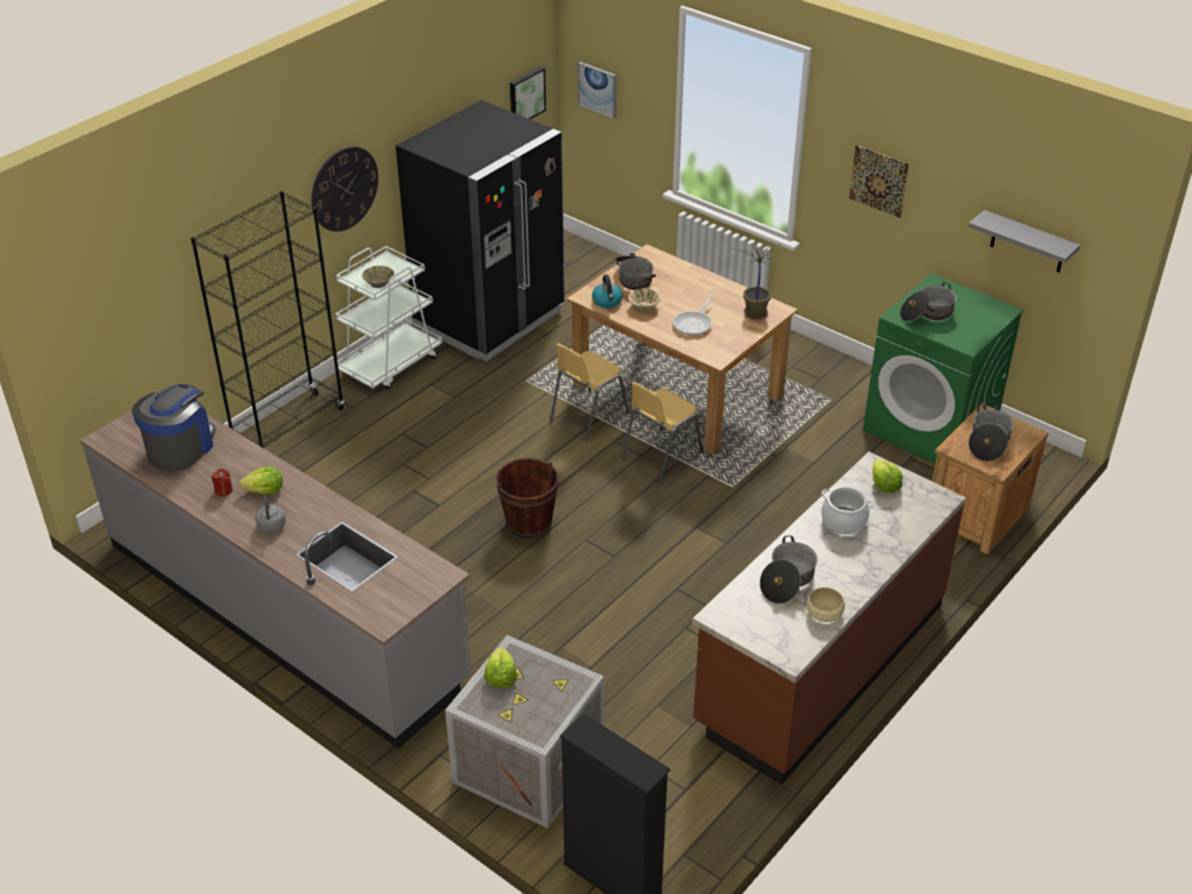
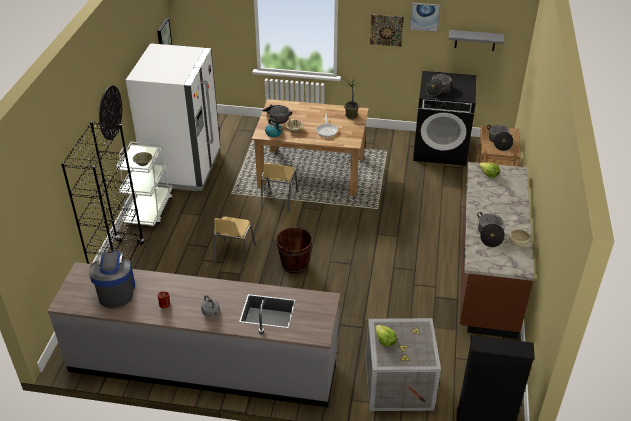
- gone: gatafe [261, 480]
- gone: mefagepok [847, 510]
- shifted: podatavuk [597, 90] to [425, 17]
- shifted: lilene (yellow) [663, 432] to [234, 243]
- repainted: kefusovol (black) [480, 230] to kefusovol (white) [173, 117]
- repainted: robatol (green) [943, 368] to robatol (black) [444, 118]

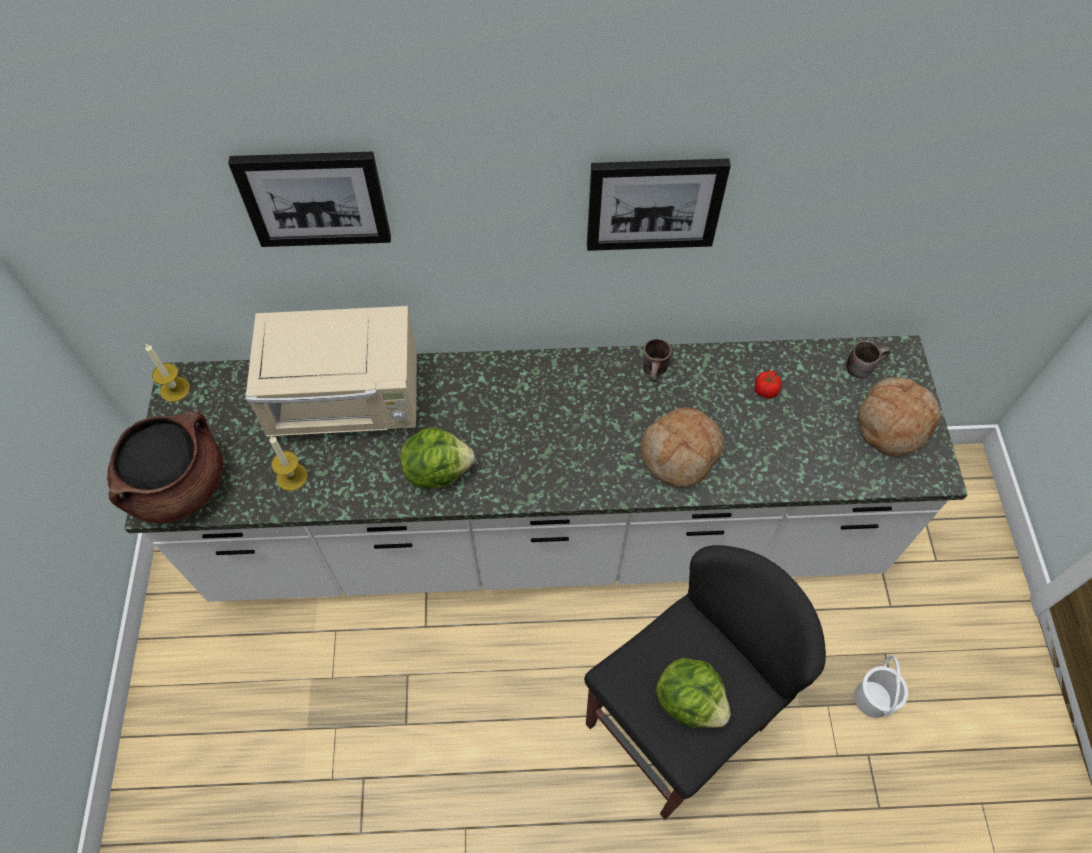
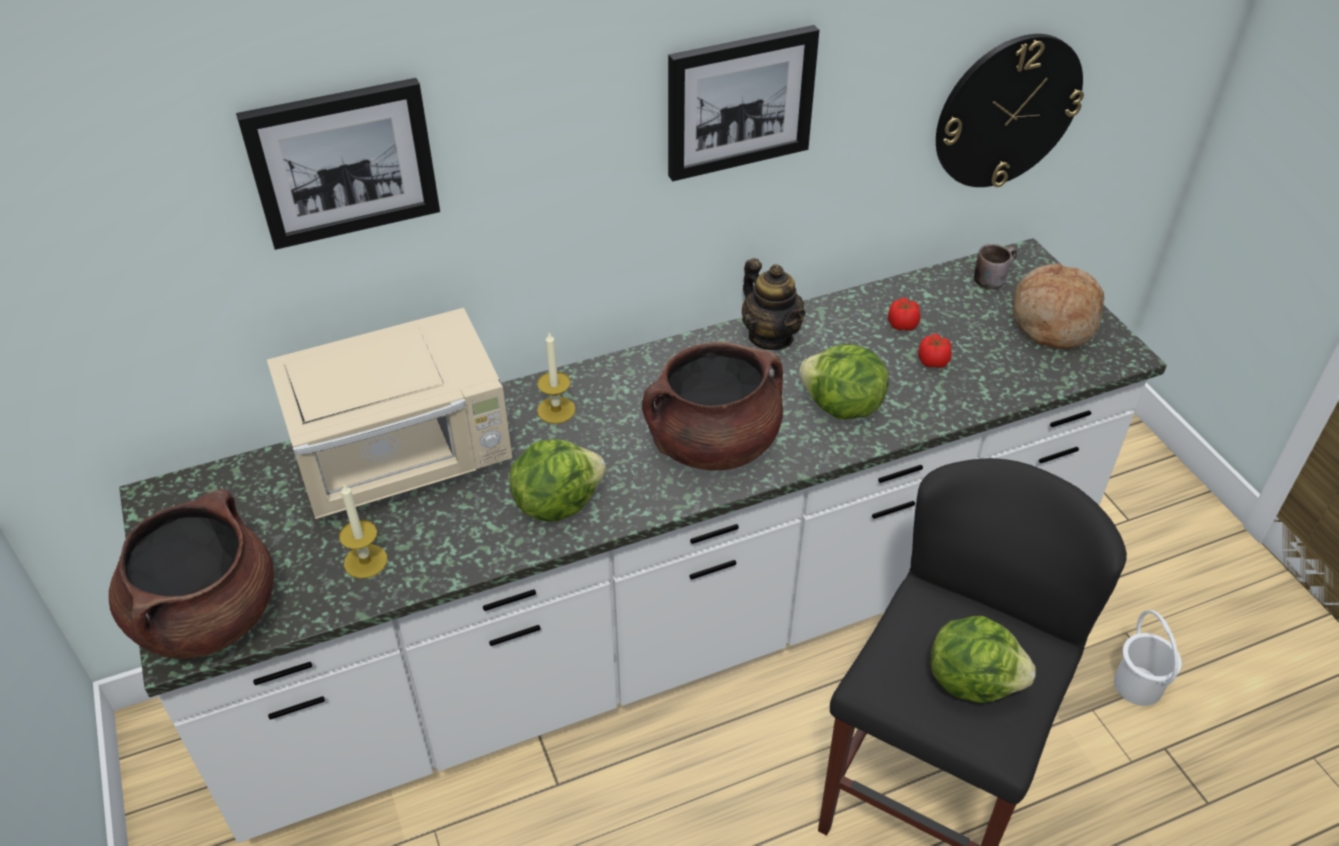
- new: mefagepok (brown) [712, 406]
- new: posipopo [935, 351]
- new: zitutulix [1010, 110]
- shifted: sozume [167, 373] to [556, 377]
- swapped: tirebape [682, 447] to gatafe [844, 381]
- swapped: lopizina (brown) [657, 360] to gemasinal [774, 304]

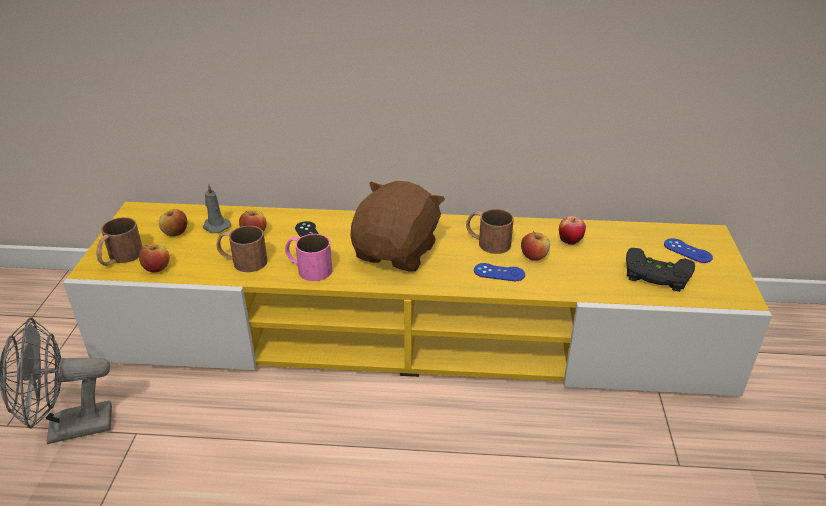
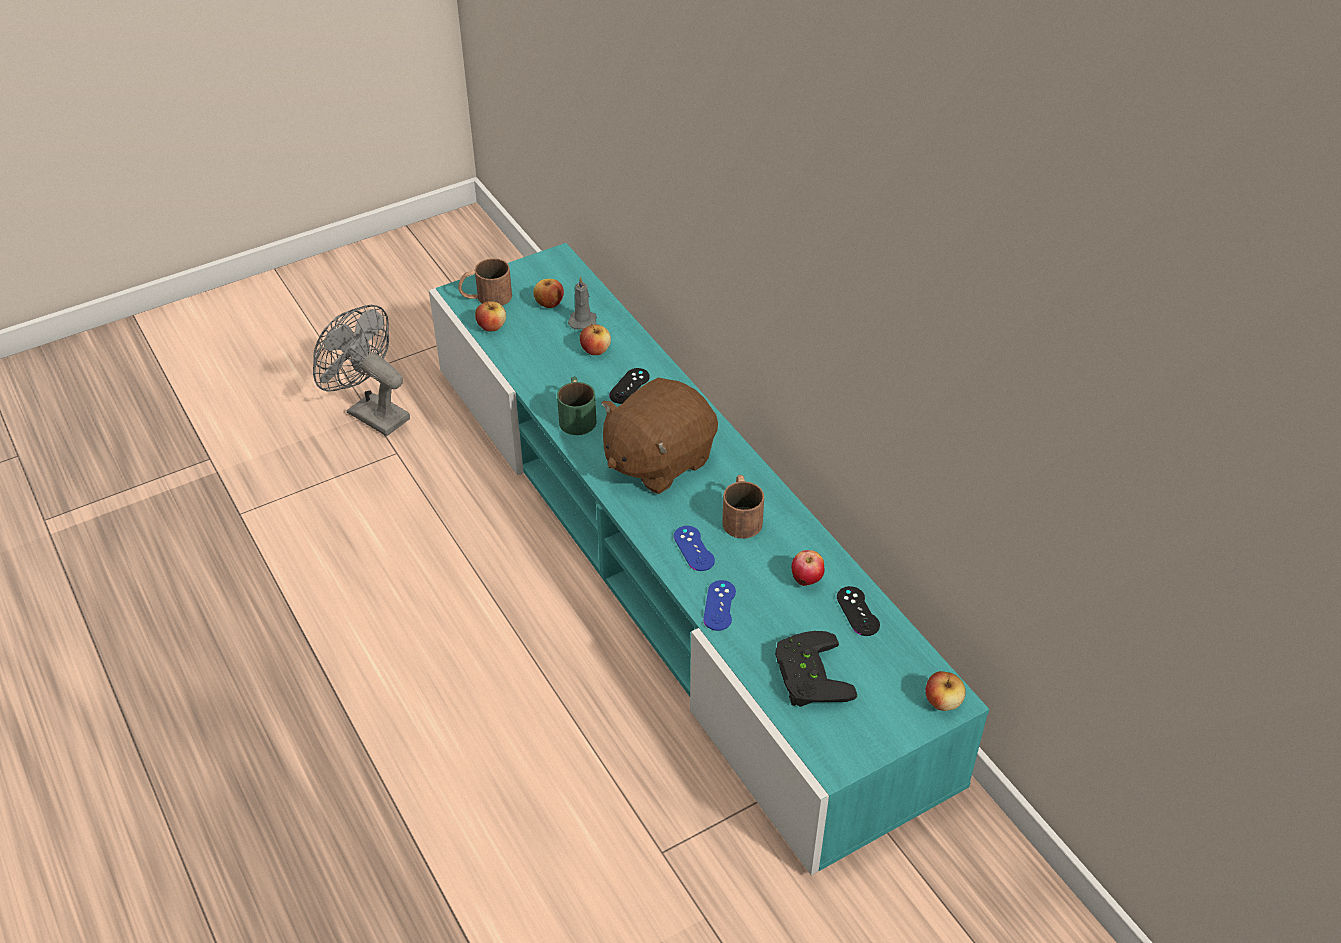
- gone: lopizina (brown) [242, 249]
- new: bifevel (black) [858, 611]
- shifted: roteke [535, 245] to [946, 691]
- shifted: bifevel (blue) [688, 250] to [719, 605]
- repainted: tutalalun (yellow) [417, 299] to tutalalun (turquoise) [709, 559]
- repainted: lopizina (pink) [308, 257] to lopizina (green) [577, 406]
- rotated: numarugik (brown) [398, 226] = [660, 435] 150 degrees clockwise

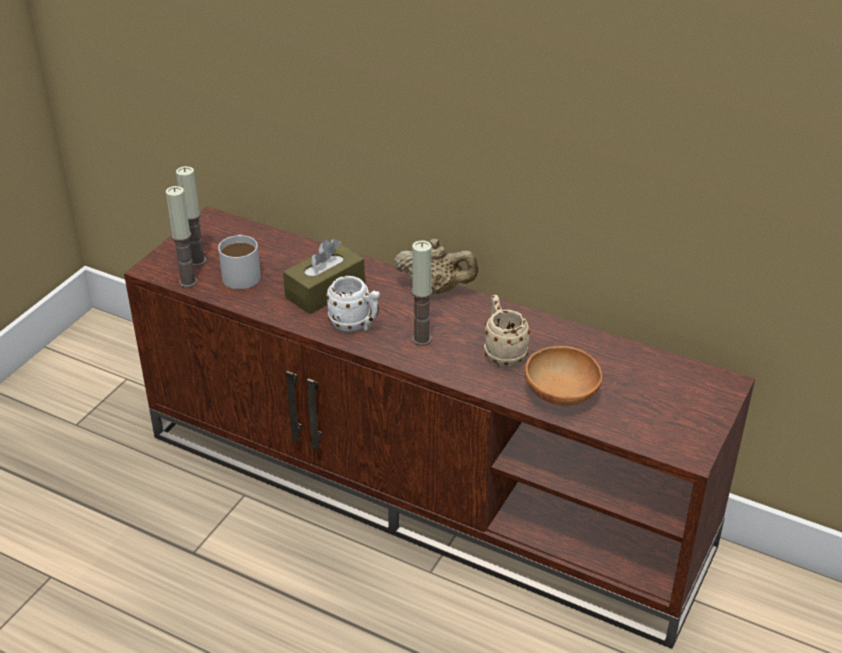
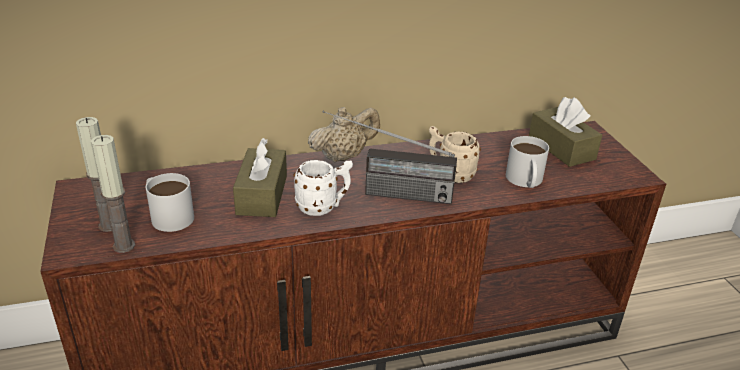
- new: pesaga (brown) [565, 132]
- swapped: sozume [421, 293] to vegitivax [389, 157]
- swapped: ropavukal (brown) [563, 376] to lopizina (white) [527, 162]

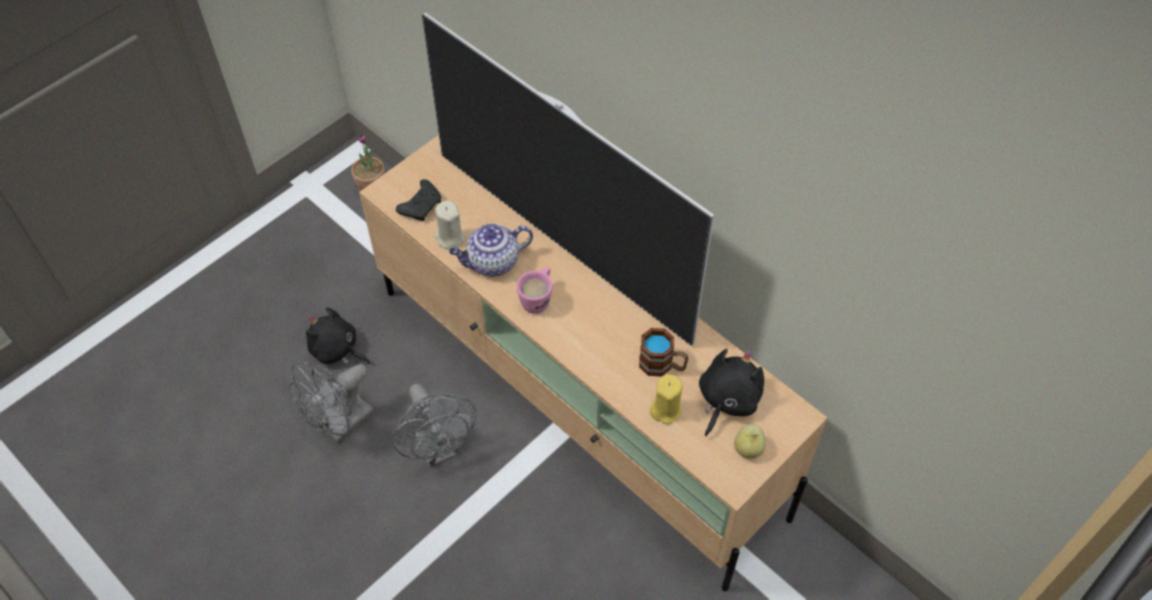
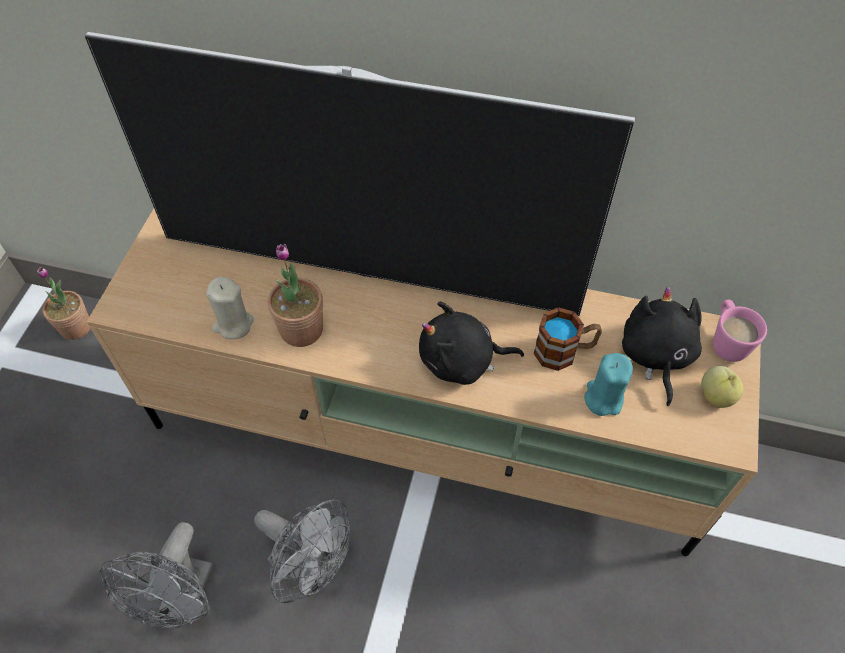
- gone: bifevel (black) [418, 200]
- shifted: numarugik (black) [338, 335] to [471, 343]
- shifted: lopizina (pink) [534, 290] to [740, 330]
- swapped: gemasinal [491, 250] to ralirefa [295, 295]
- repainted: sozume (yellow) [666, 399] to sozume (turquoise) [608, 384]

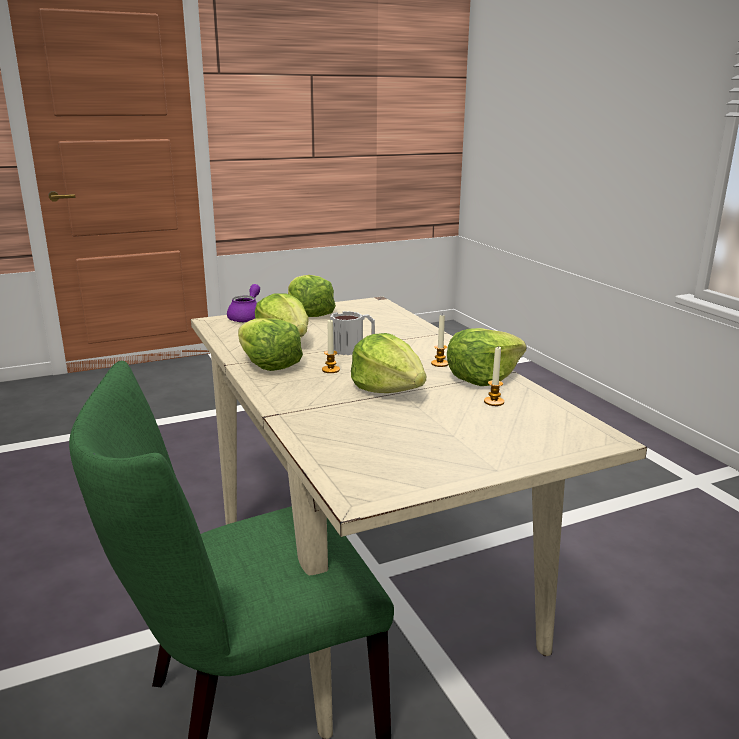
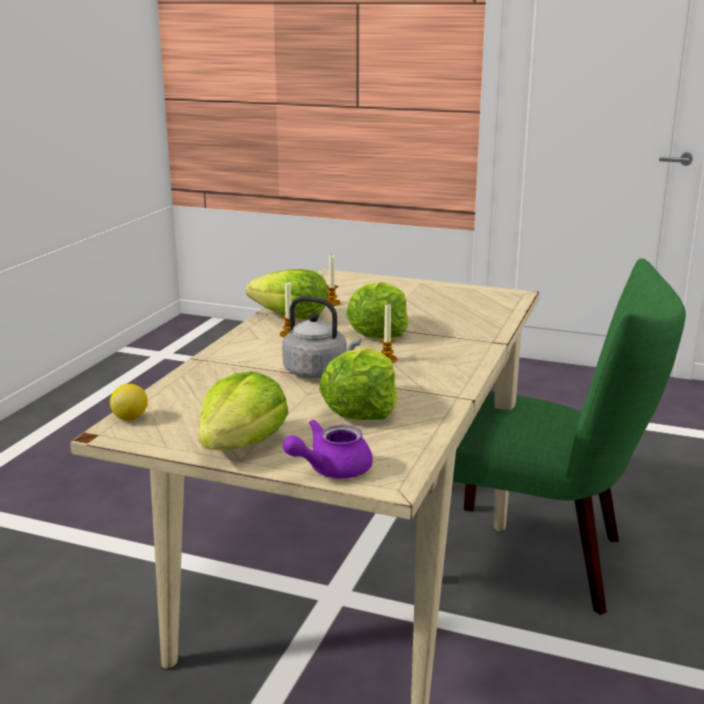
- gone: gatafe [270, 344]
- new: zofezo [129, 402]
- swapped: lopizina [352, 333] to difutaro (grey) [321, 337]

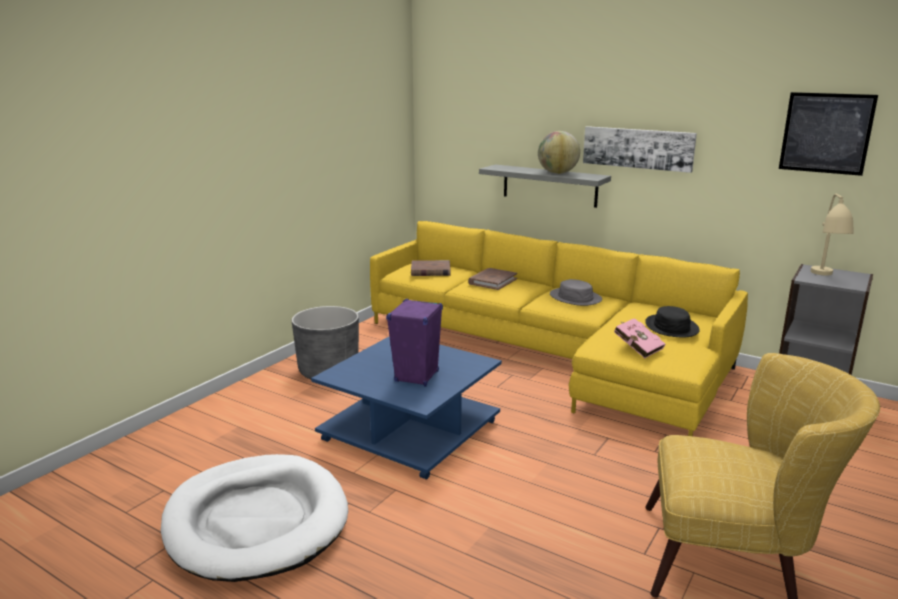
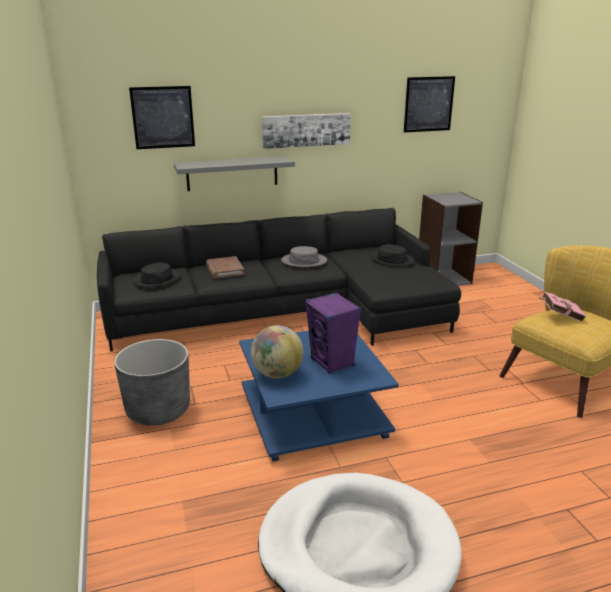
- gone: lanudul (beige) [832, 235]
- new: podatavuk [162, 117]
- shifted: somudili [559, 152] to [277, 352]
- shifted: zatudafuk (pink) [639, 338] to [563, 307]
- swapped: zatudafuk (brown) [430, 268] to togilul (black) [157, 274]
- repainted: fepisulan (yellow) [559, 328] to fepisulan (black) [279, 279]

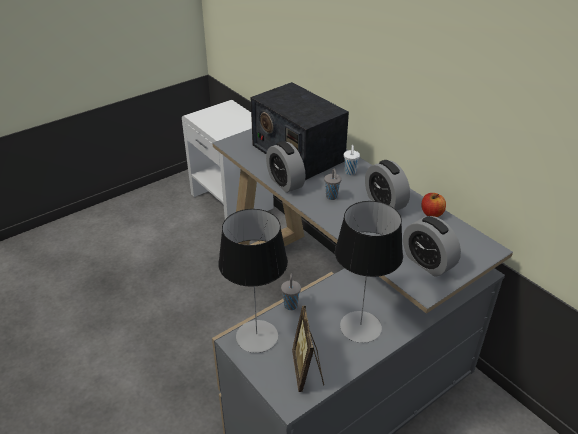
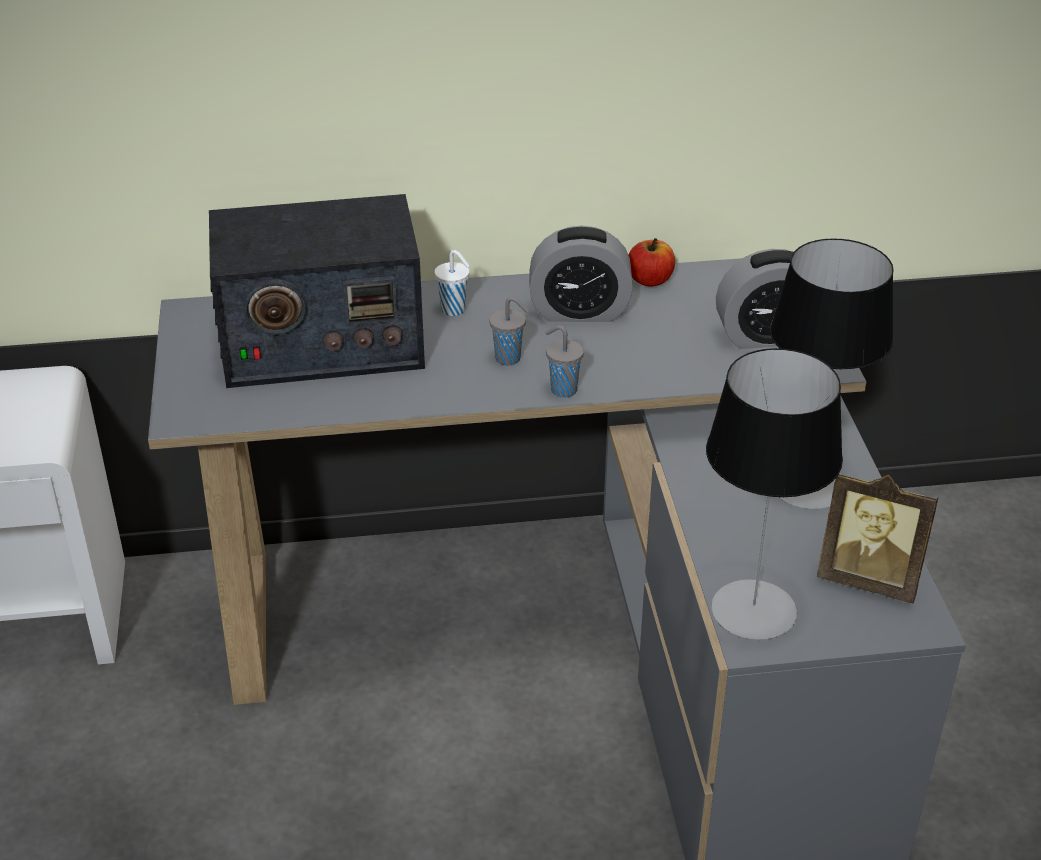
- gone: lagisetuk [286, 167]
- shifted: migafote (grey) [291, 291] to [565, 361]

